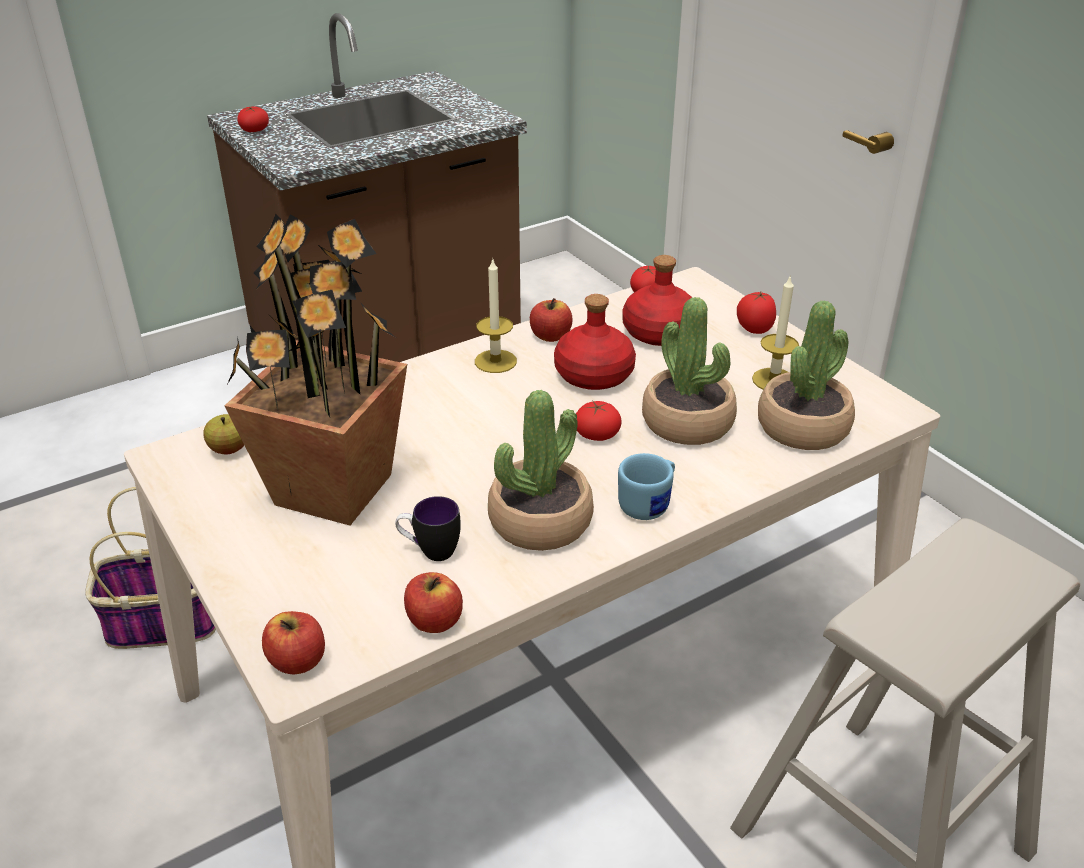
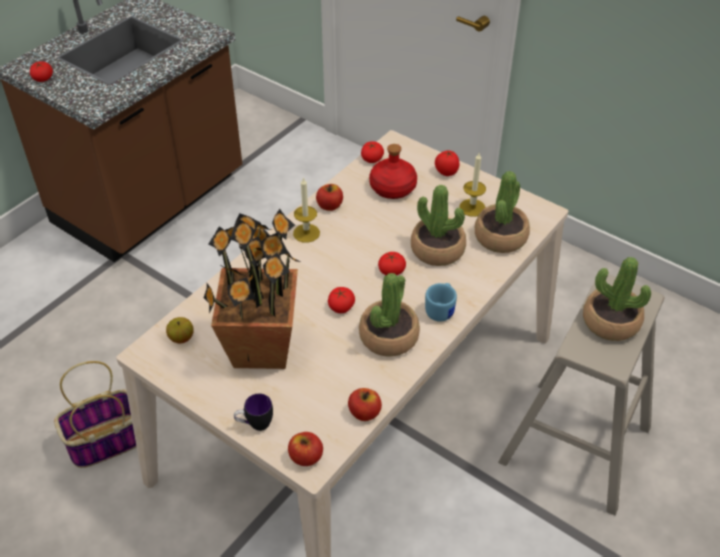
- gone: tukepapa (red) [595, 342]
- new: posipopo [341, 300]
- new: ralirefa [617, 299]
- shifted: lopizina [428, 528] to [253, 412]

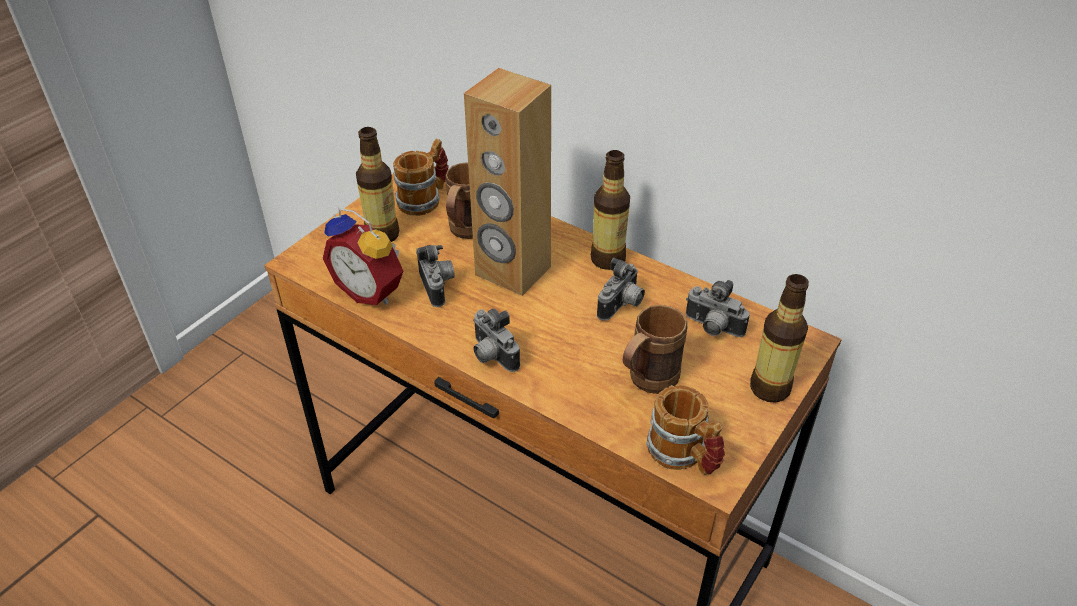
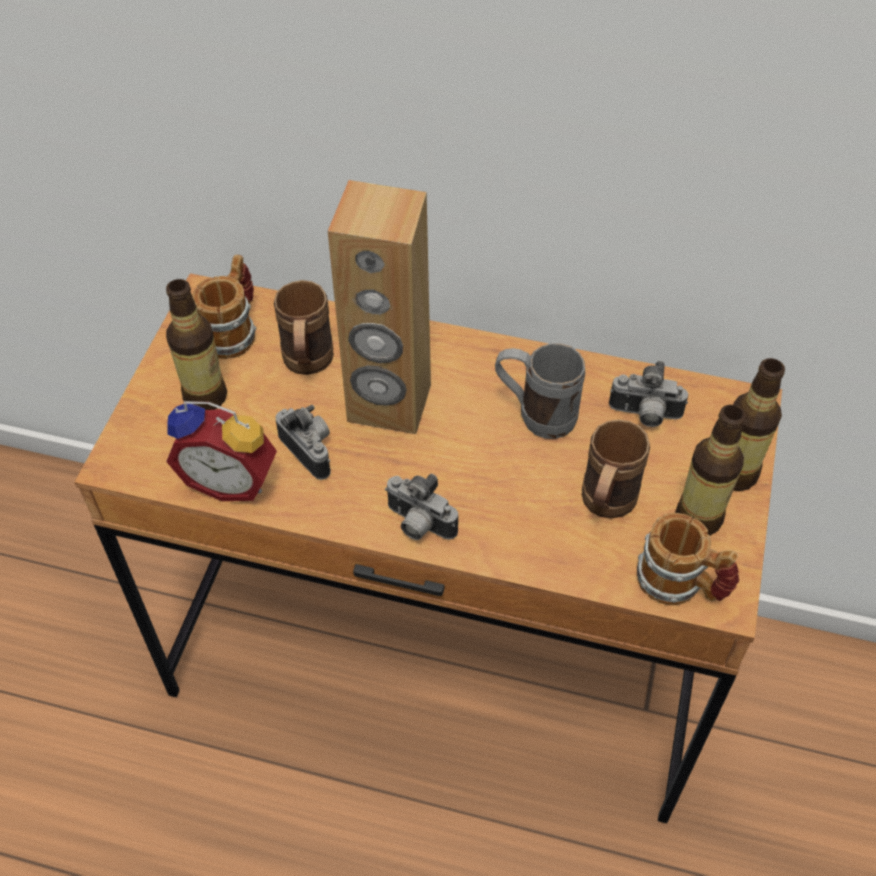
- shifted: tukepapa [610, 210] to [710, 470]
- swapped: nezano [621, 289] to lopizina (grey) [540, 391]

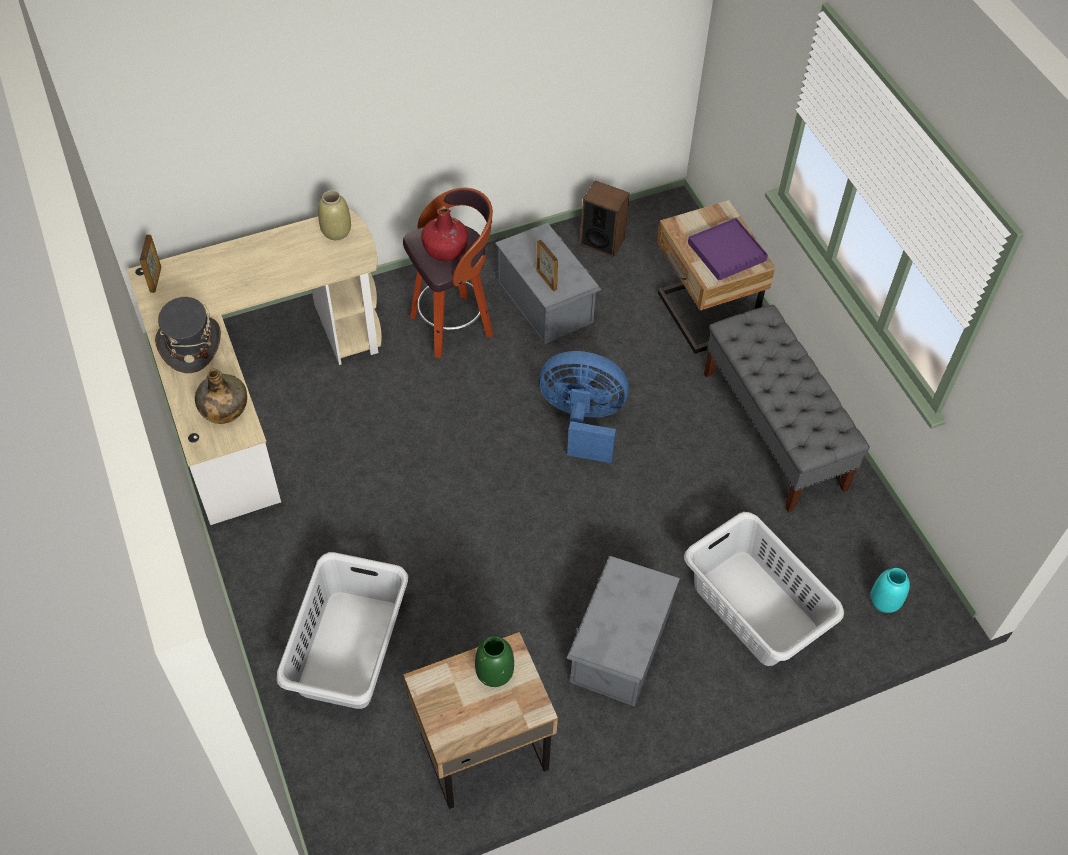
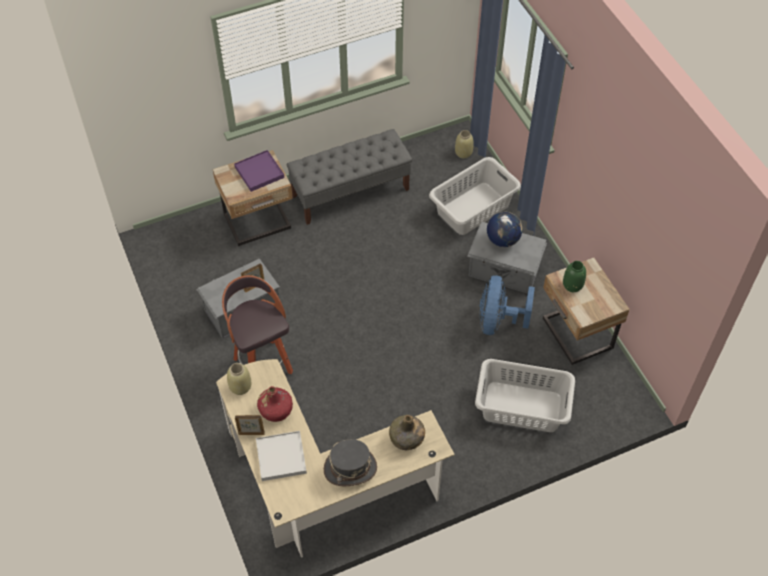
- gone: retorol [605, 219]
- new: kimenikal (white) [281, 456]
- new: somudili [505, 229]
- shifted: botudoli [150, 264] to [250, 425]
- shifted: tukepapa (red) [444, 234] to [275, 404]
- shifted: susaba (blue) [584, 407] to [507, 305]
- repainted: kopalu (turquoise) [890, 590] to kopalu (beige) [464, 144]

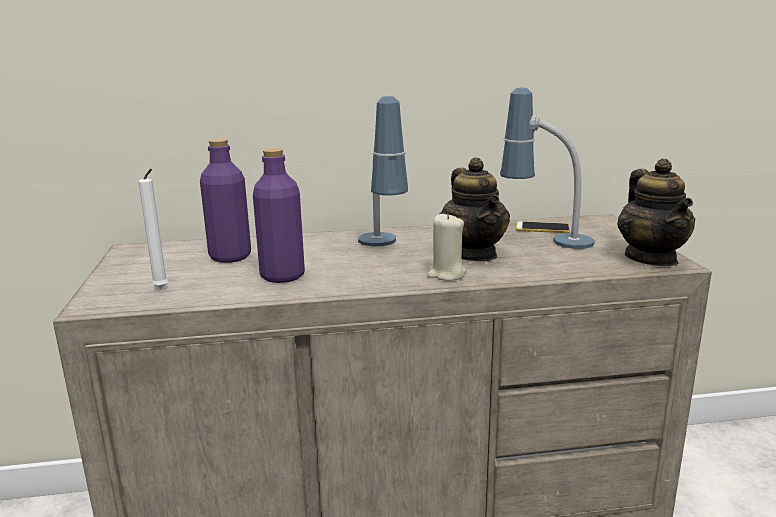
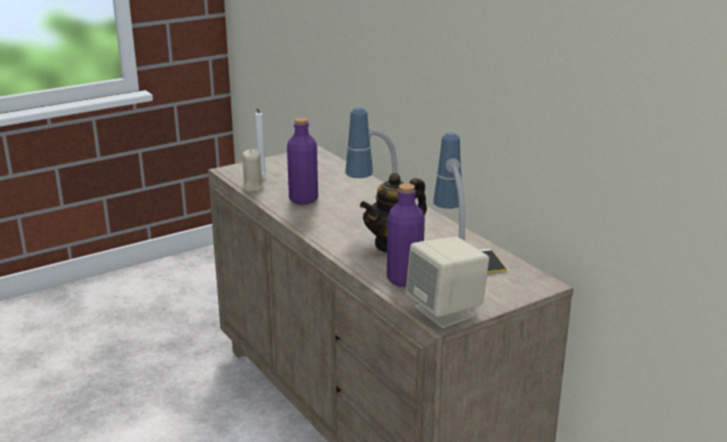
- shifted: tukepapa (purple) [225, 201] to [406, 235]
- shifted: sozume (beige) [446, 247] to [252, 170]
- swapped: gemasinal [656, 212] to retorol (beige) [447, 282]

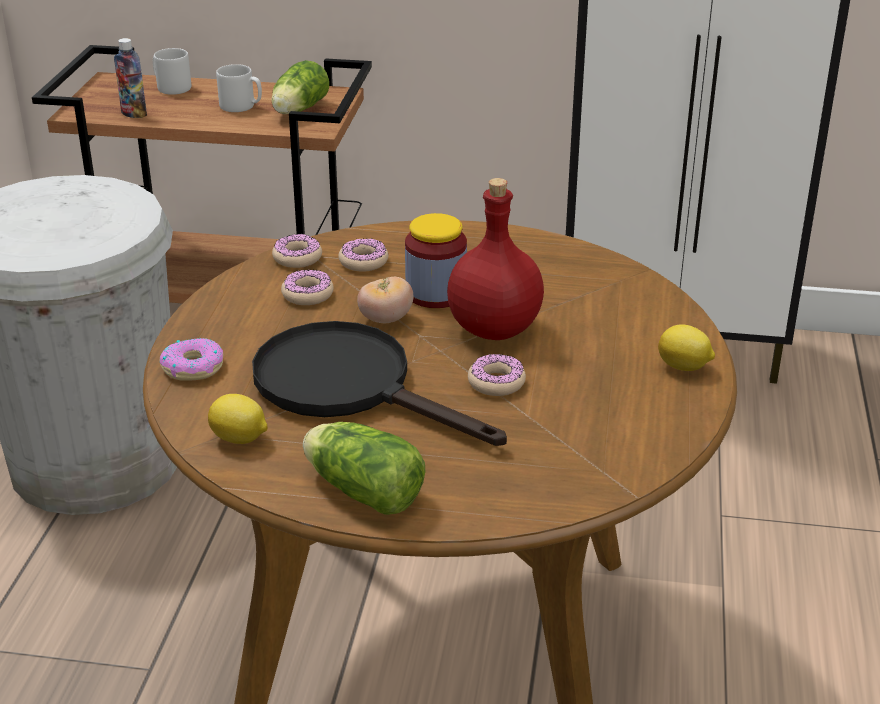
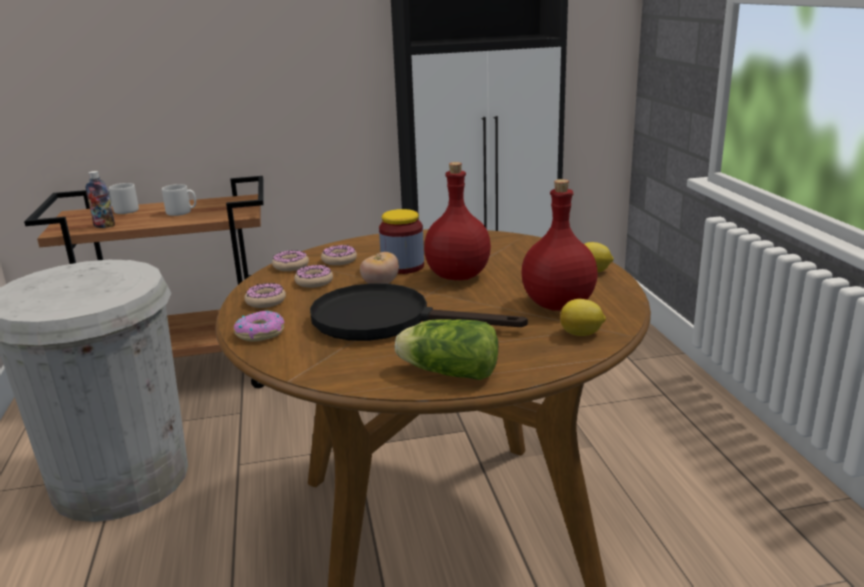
- gone: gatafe [300, 87]
- new: tukepapa (red) [559, 245]
- shifted: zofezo [238, 419] to [583, 317]
- shifted: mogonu [497, 375] to [265, 295]

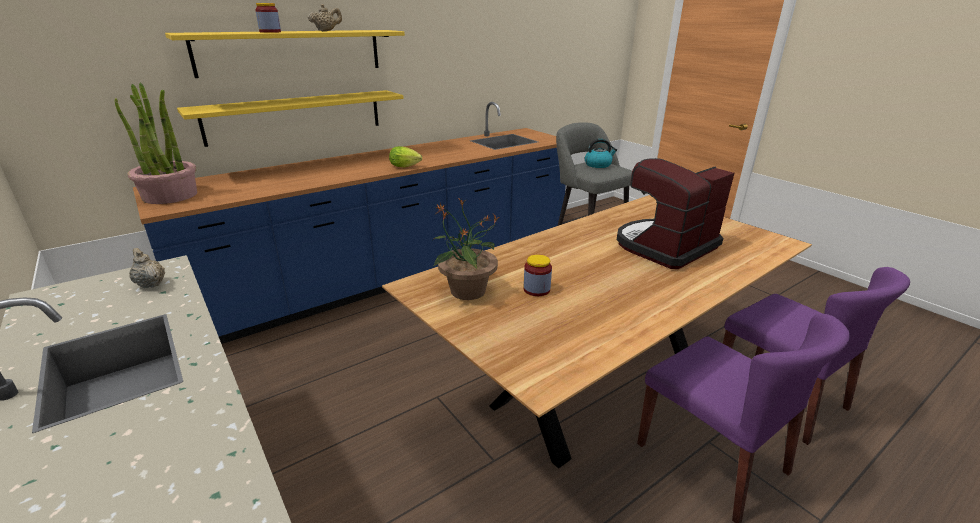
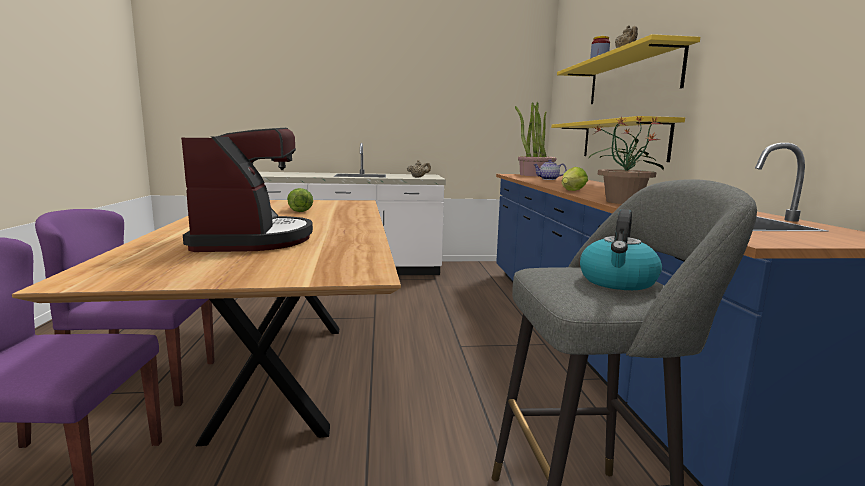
- new: gemasinal [549, 169]
- shifted: ralirefa [465, 249] to [626, 160]
- swapped: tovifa [538, 275] to gatafe [300, 200]

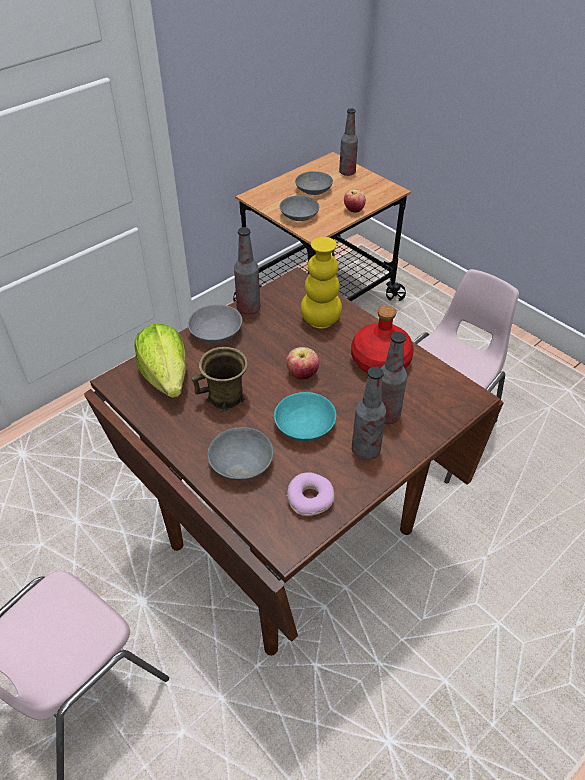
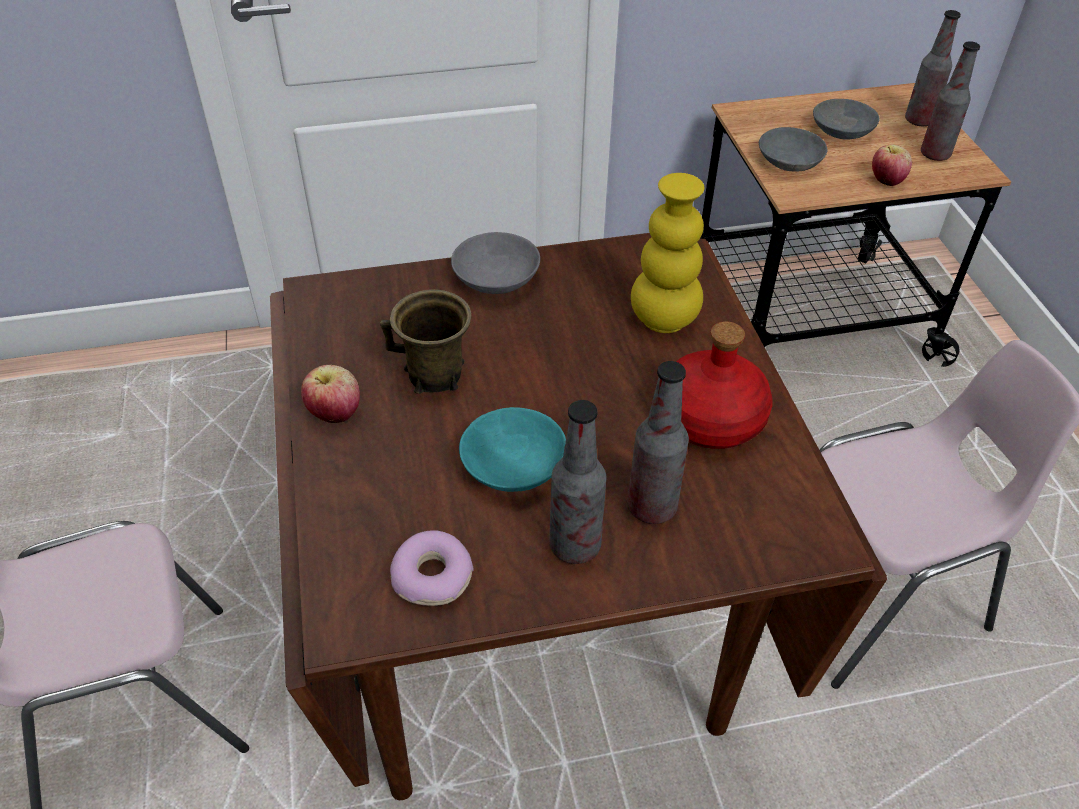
- gone: gatafe [160, 361]
- gone: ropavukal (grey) [240, 453]
- shifted: tukepapa [247, 270] to [950, 101]
- shifted: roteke [303, 363] to [330, 394]

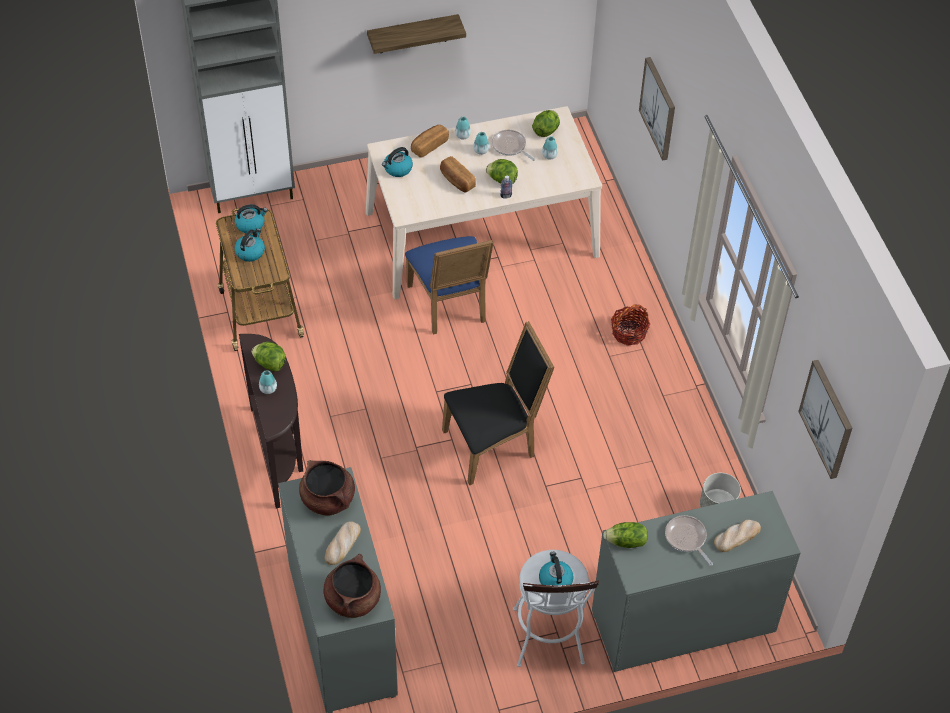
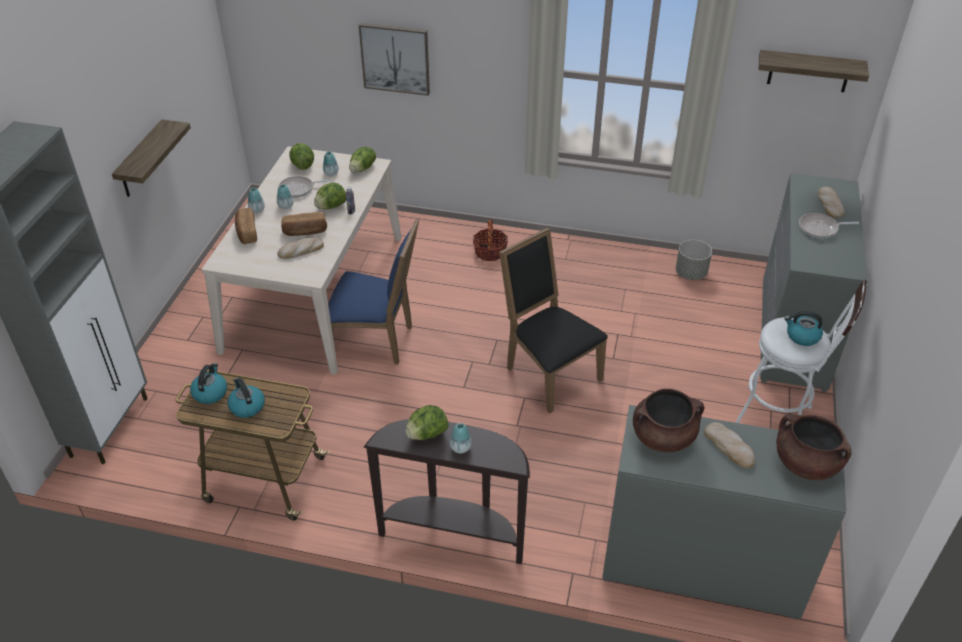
- gone: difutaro [397, 162]
- new: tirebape [300, 248]
- shifted: gatafe [625, 535] to [362, 160]
- swapped: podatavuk [825, 419] to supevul [813, 71]
- rotated: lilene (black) [498, 403] = [553, 320] 45 degrees counterclockwise

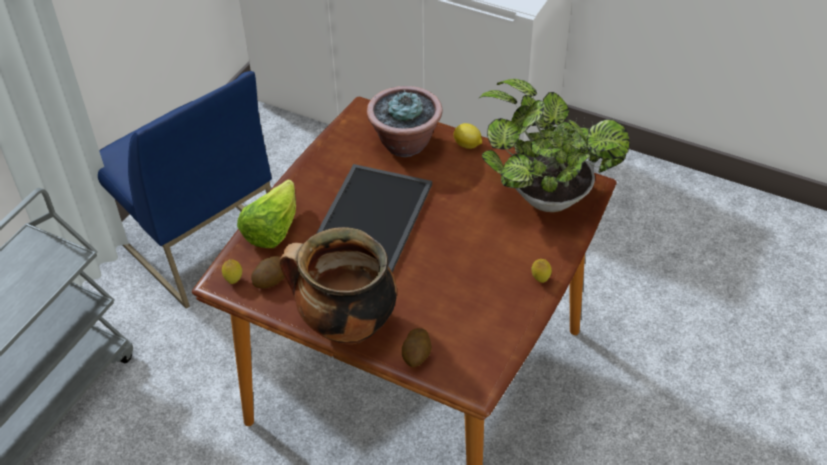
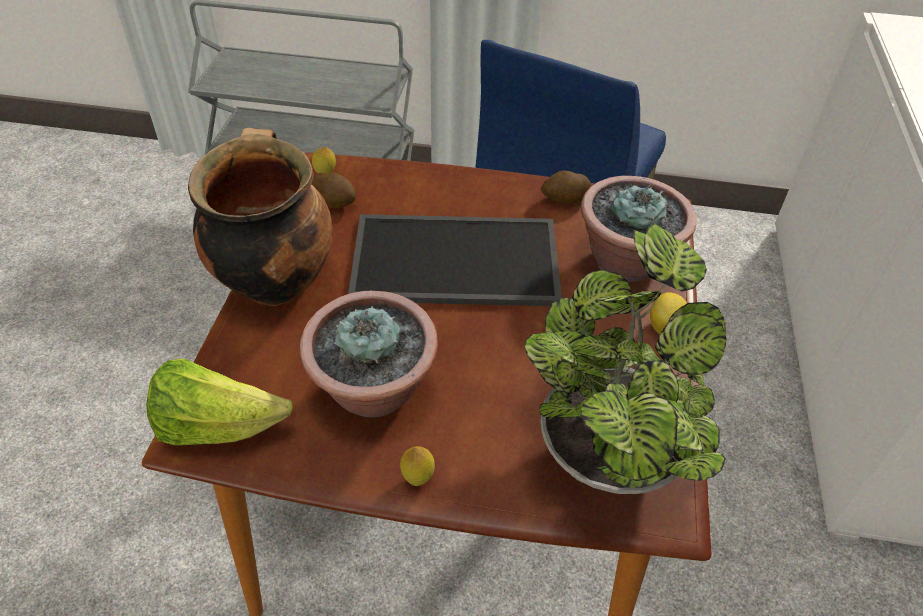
- new: ralirefa [369, 354]
- shifted: gatafe [266, 213] to [219, 401]
- shifted: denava [417, 347] to [566, 187]

